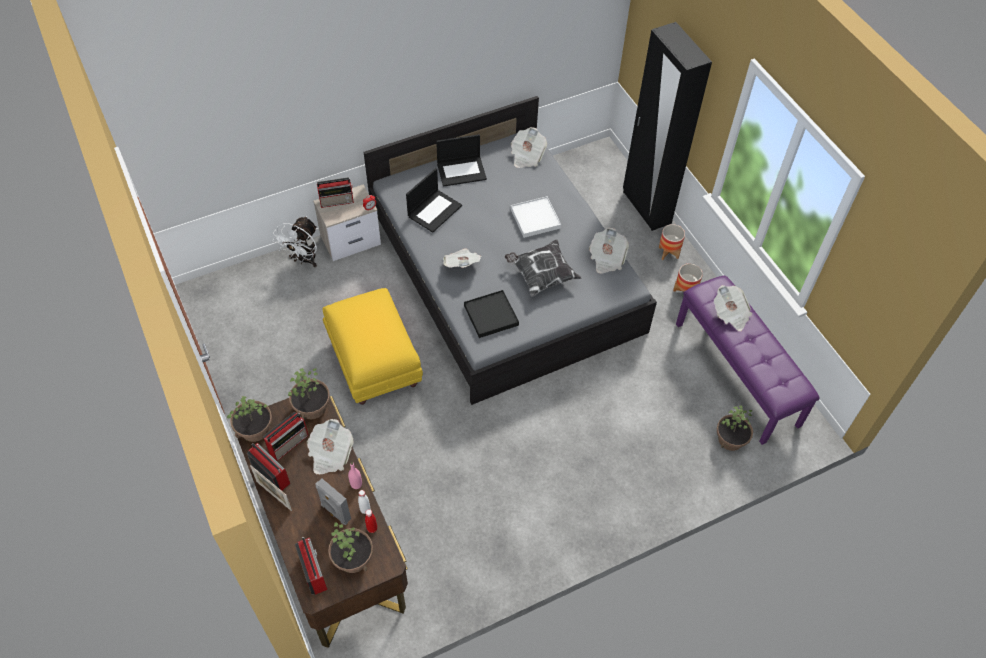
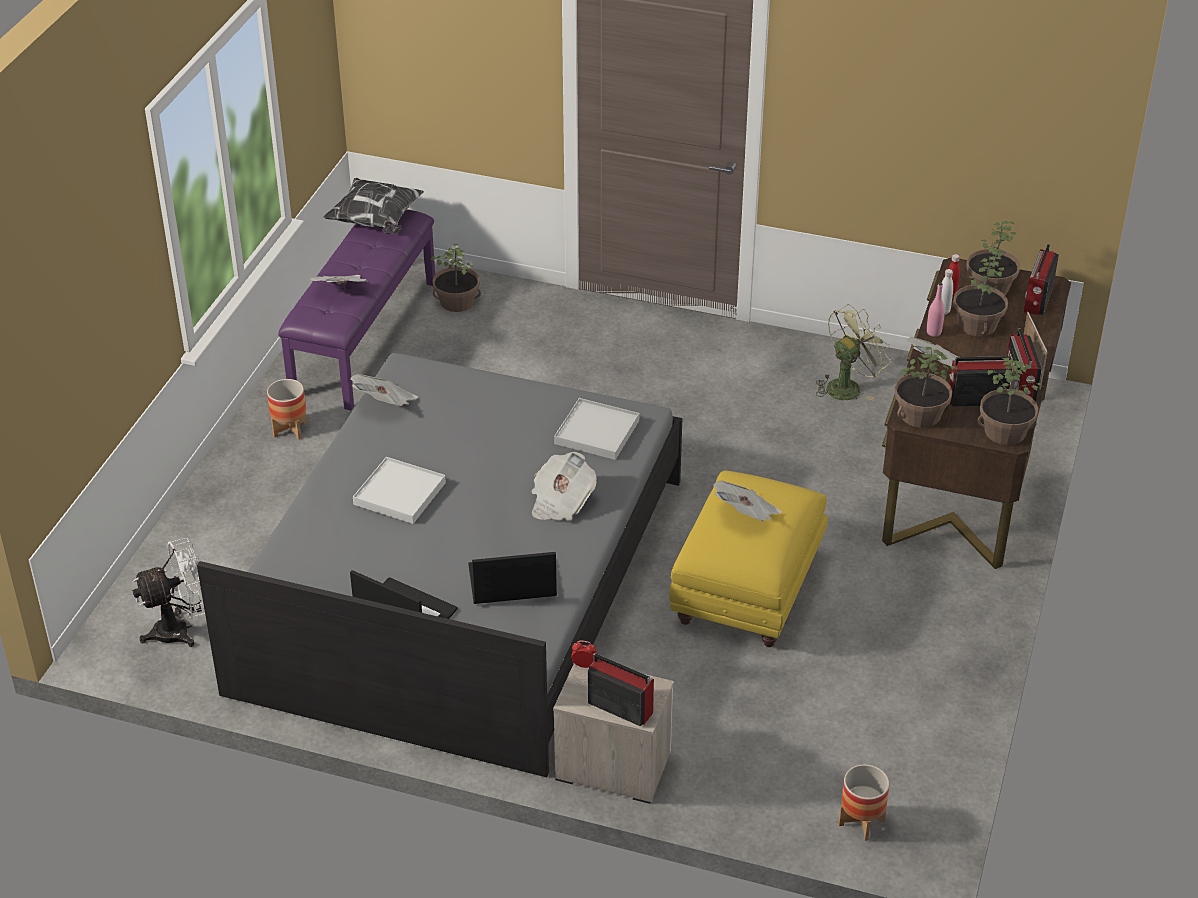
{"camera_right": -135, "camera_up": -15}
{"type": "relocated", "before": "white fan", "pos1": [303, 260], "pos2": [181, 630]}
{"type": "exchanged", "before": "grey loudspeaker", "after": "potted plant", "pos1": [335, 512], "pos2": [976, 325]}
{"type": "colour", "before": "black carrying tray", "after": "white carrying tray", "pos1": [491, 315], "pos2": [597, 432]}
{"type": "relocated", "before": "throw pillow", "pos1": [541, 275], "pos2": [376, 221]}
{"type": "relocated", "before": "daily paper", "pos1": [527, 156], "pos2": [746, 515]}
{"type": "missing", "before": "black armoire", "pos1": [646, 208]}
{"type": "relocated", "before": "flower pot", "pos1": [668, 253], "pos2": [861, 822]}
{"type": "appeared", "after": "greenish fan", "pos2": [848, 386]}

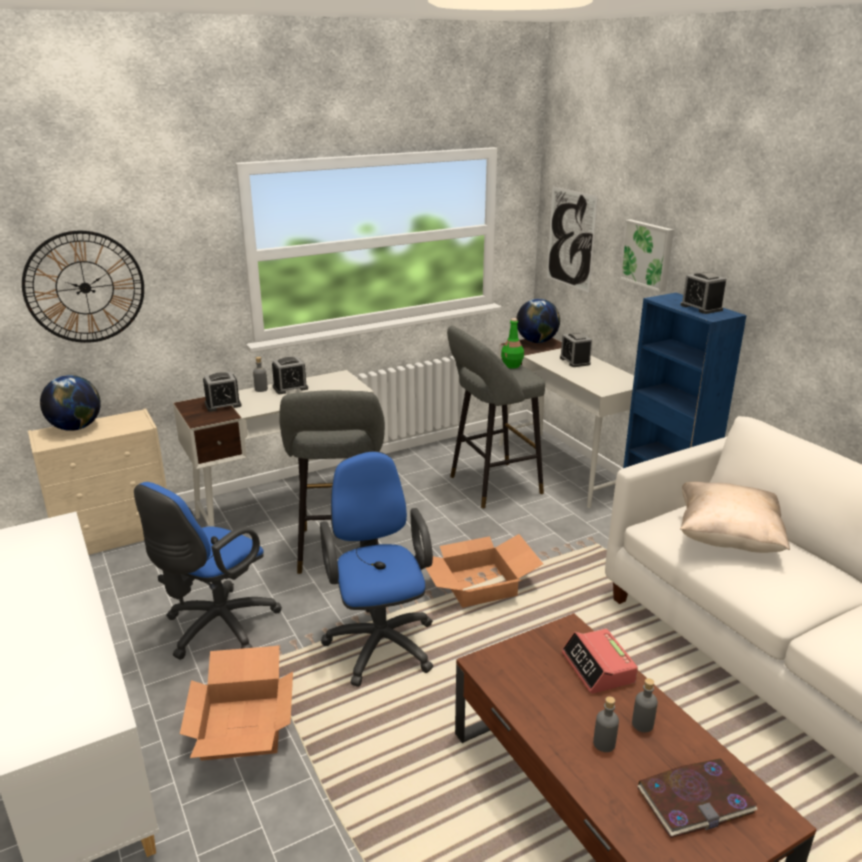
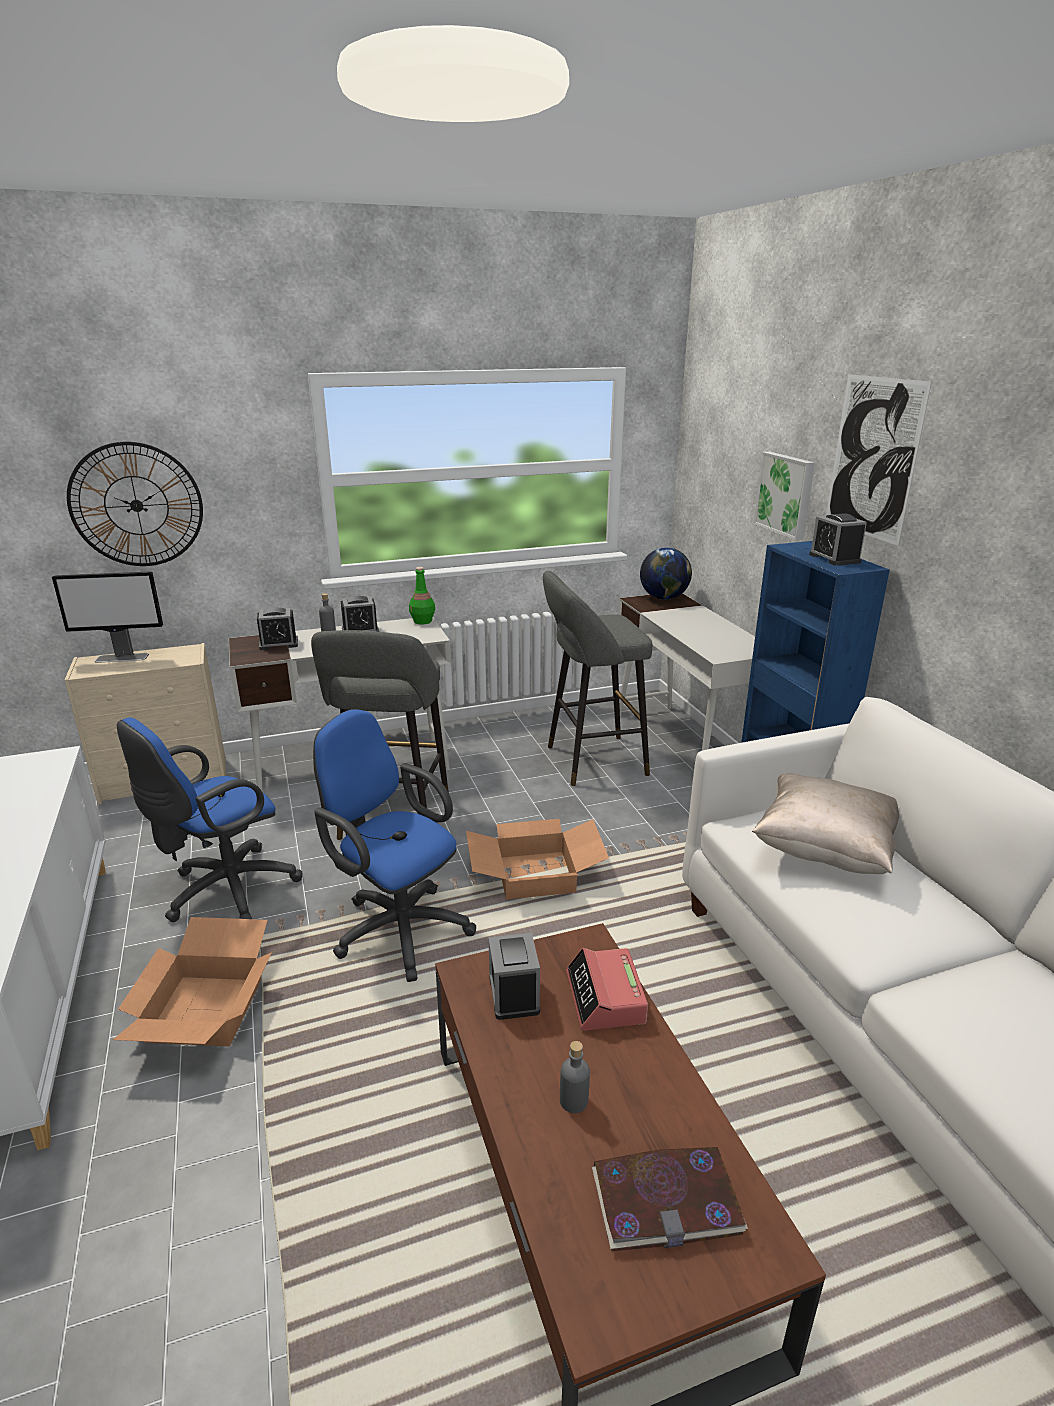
{"camera_right": 10, "camera_up": 0}
{"type": "exchanged", "before": "world globe", "after": "monitor", "pos1": [76, 428], "pos2": [122, 658]}
{"type": "spun", "before": "blue office chair", "pos1": [380, 640], "pos2": [397, 927], "turn": -45}
{"type": "relocated", "before": "greenish beverage bottle", "pos1": [512, 365], "pos2": [423, 621]}
{"type": "relocated", "before": "picture", "pos1": [570, 239], "pos2": [873, 458]}
{"type": "relocated", "before": "bedside clock", "pos1": [575, 361], "pos2": [514, 994]}
{"type": "missing", "before": "grey beverage bottle", "pos1": [642, 724]}

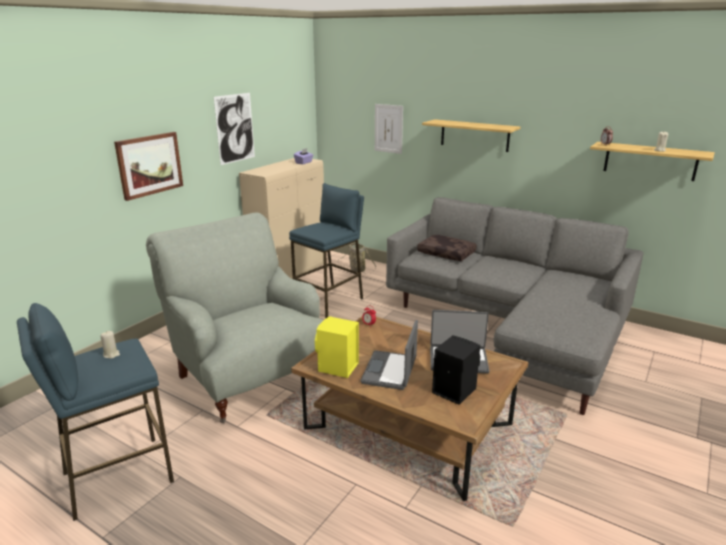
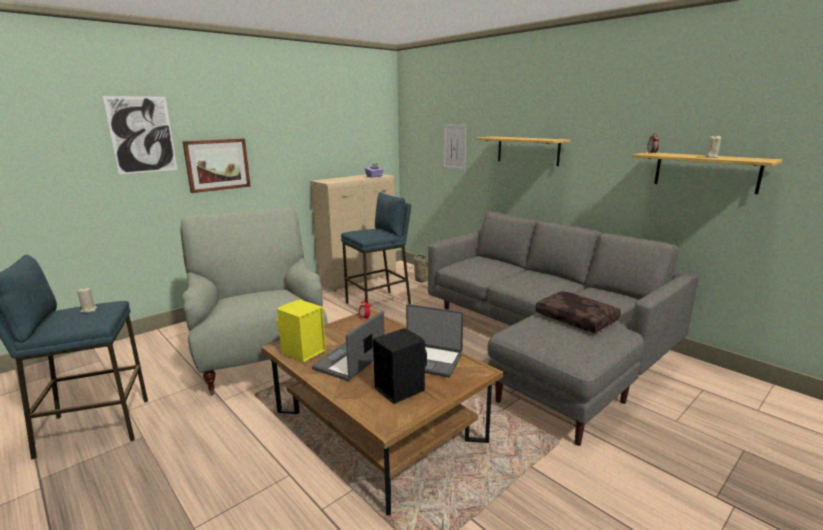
{"camera_right": 15, "camera_up": -5}
{"type": "relocated", "before": "picture", "pos1": [235, 128], "pos2": [142, 135]}
{"type": "relocated", "before": "brown-coloured throw pillow", "pos1": [447, 253], "pos2": [577, 319]}

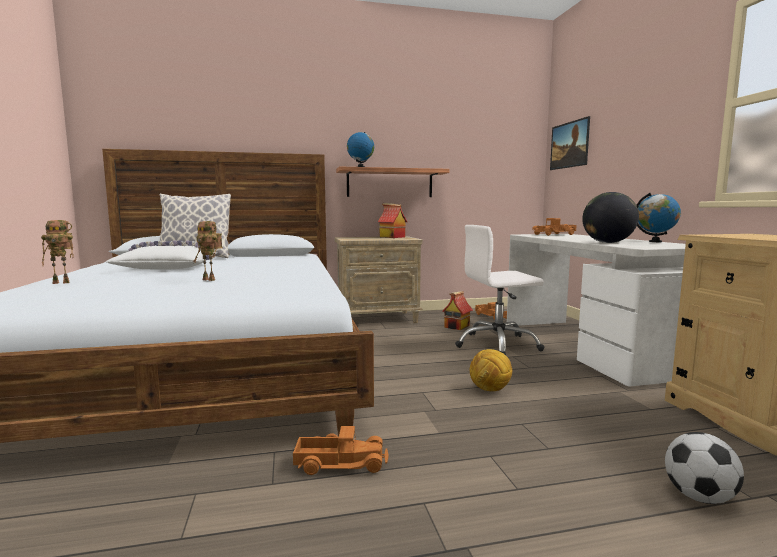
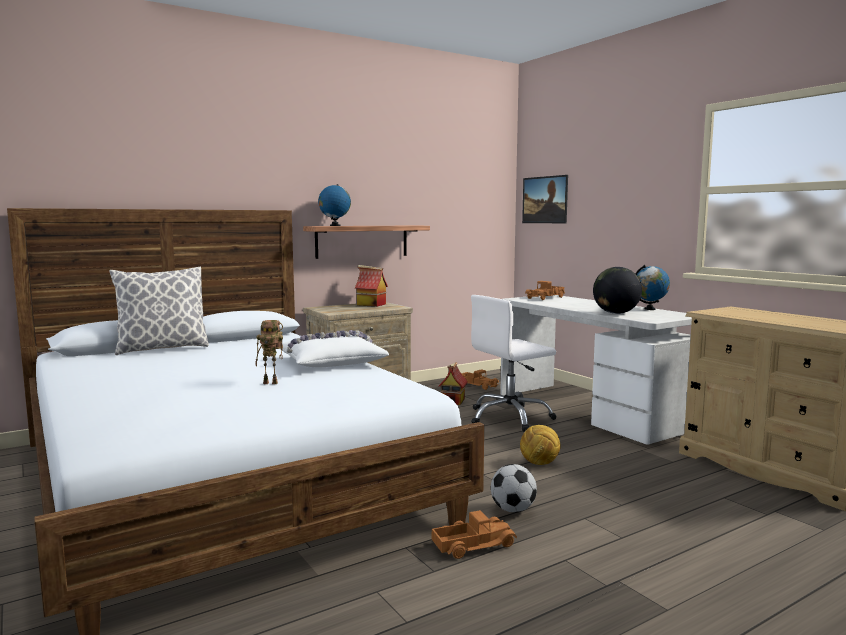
{"camera_right": -20, "camera_up": 0}
{"type": "missing", "before": "robot figure", "pos1": [63, 282]}
{"type": "relocated", "before": "white throw pillow", "pos1": [169, 267], "pos2": [331, 362]}
{"type": "relocated", "before": "football", "pos1": [699, 497], "pos2": [513, 510]}

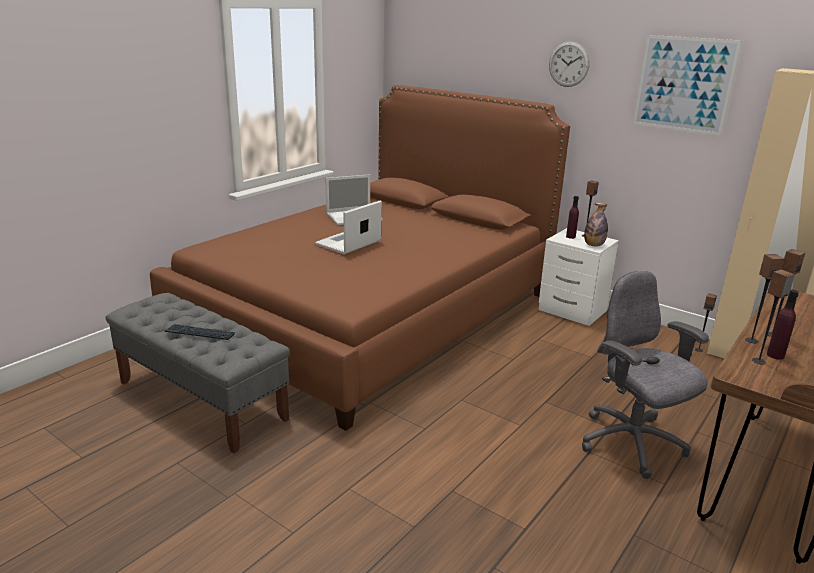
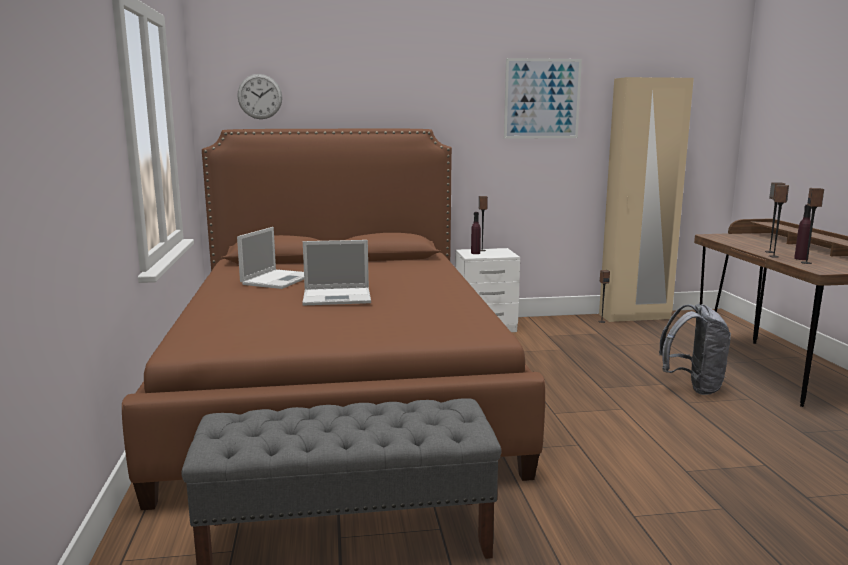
{"camera_right": -45, "camera_up": -10}
{"type": "missing", "before": "computer keyboard", "pos1": [200, 333]}
{"type": "spun", "before": "laptop", "pos1": [347, 243], "pos2": [338, 297], "turn": -90}
{"type": "relocated", "before": "clock on the wall", "pos1": [568, 64], "pos2": [260, 96]}
{"type": "exchanged", "before": "grey office chair", "after": "grey knapsack", "pos1": [632, 444], "pos2": [693, 387]}
{"type": "missing", "before": "beverage bottle", "pos1": [593, 245]}

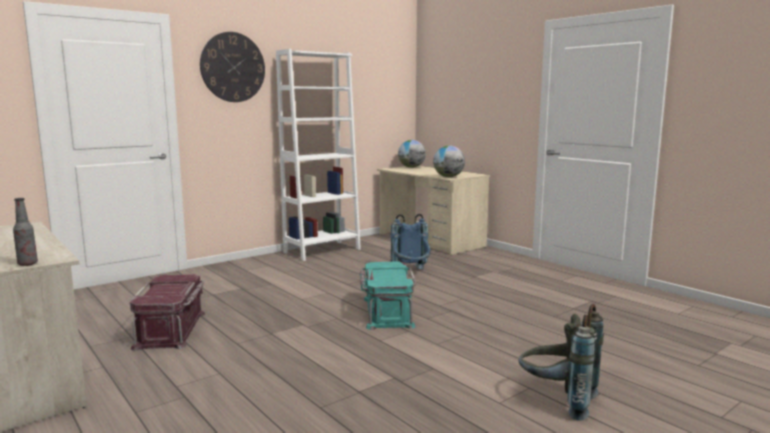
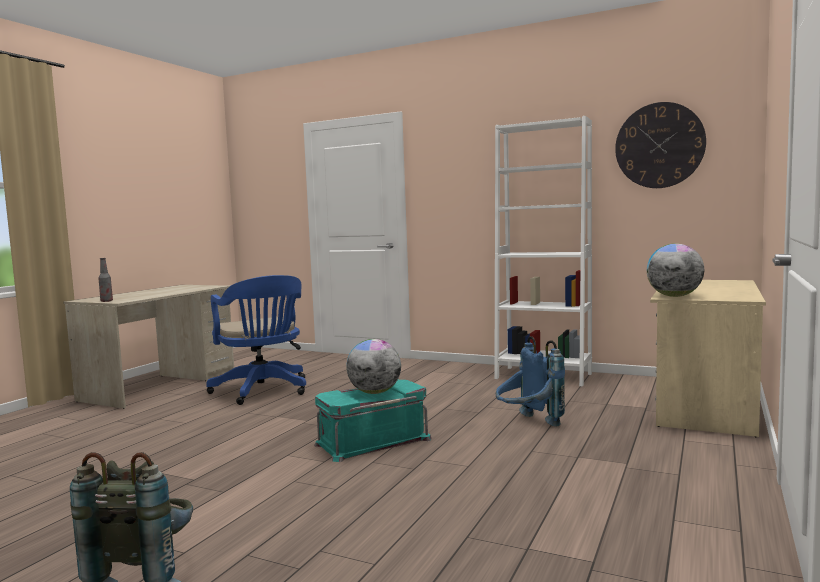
{"camera_right": 65, "camera_up": -5}
{"type": "exchanged", "before": "red-coloured storage box", "after": "blue office chair", "pos1": [172, 330], "pos2": [263, 391]}
{"type": "relocated", "before": "clock on the wall", "pos1": [233, 67], "pos2": [659, 145]}
{"type": "relocated", "before": "world globe", "pos1": [411, 167], "pos2": [374, 392]}

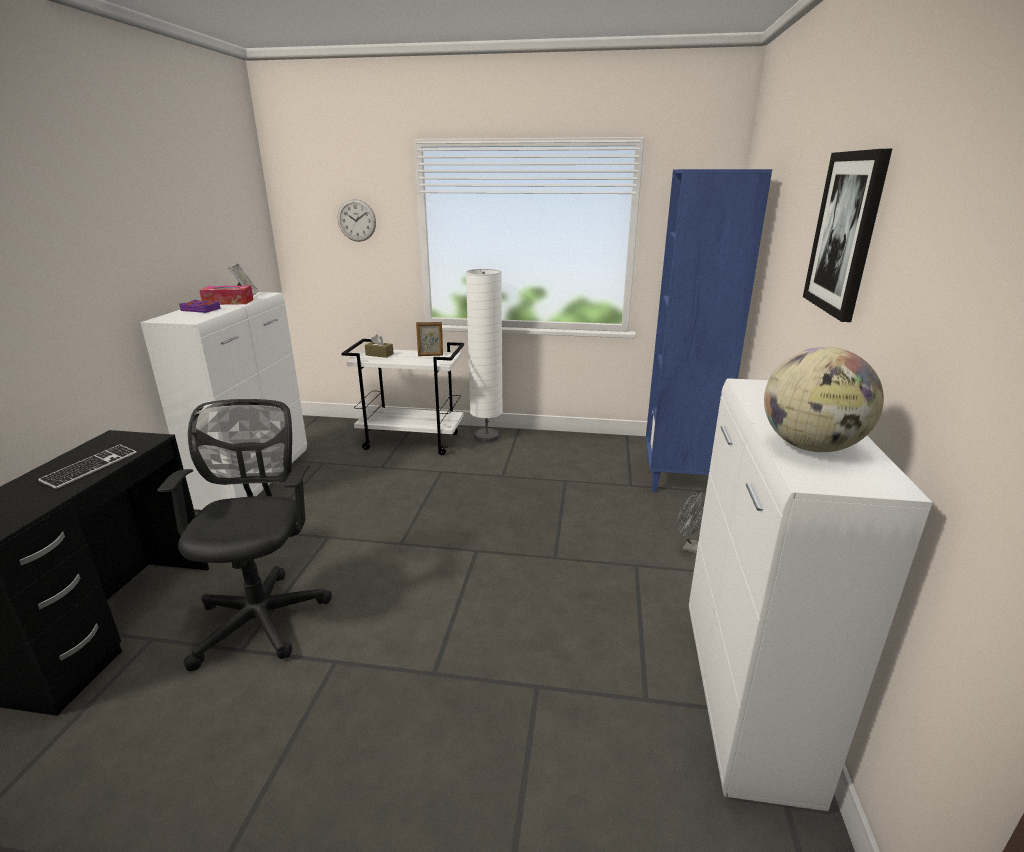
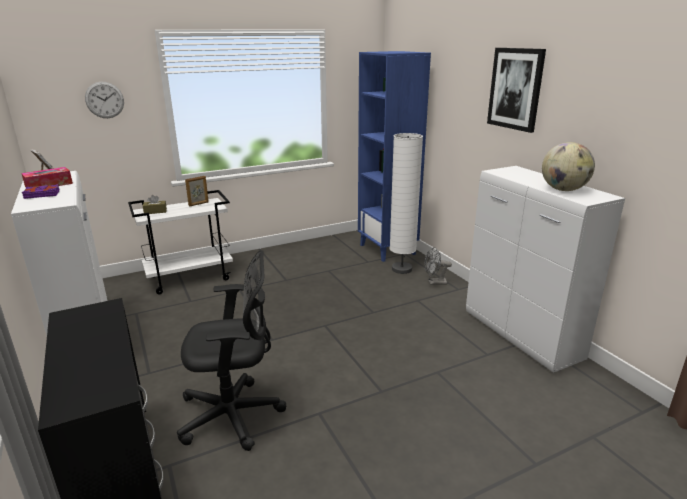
{"camera_right": -35, "camera_up": 0}
{"type": "missing", "before": "computer keyboard", "pos1": [91, 468]}
{"type": "spun", "before": "black office chair", "pos1": [263, 616], "pos2": [235, 415], "turn": 120}
{"type": "relocated", "before": "white standing lamp", "pos1": [486, 437], "pos2": [402, 269]}

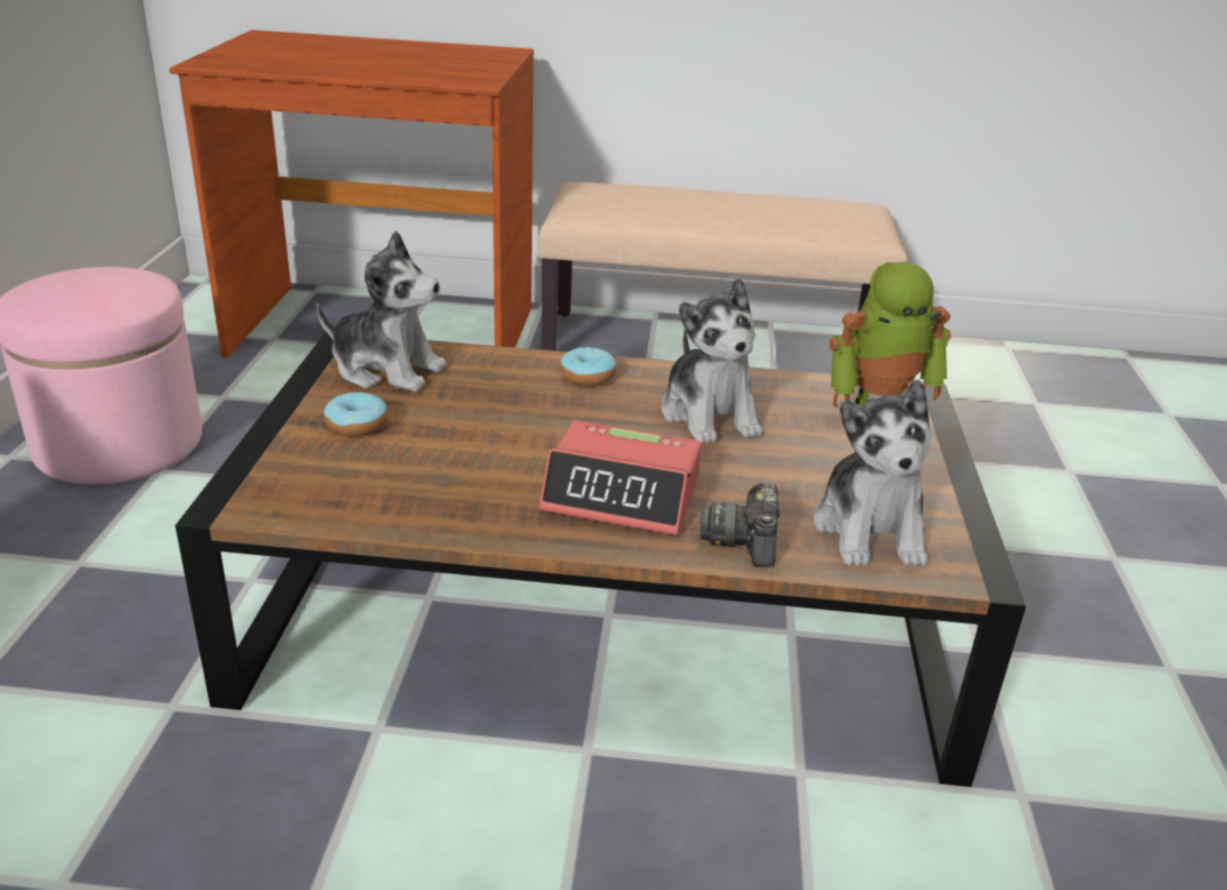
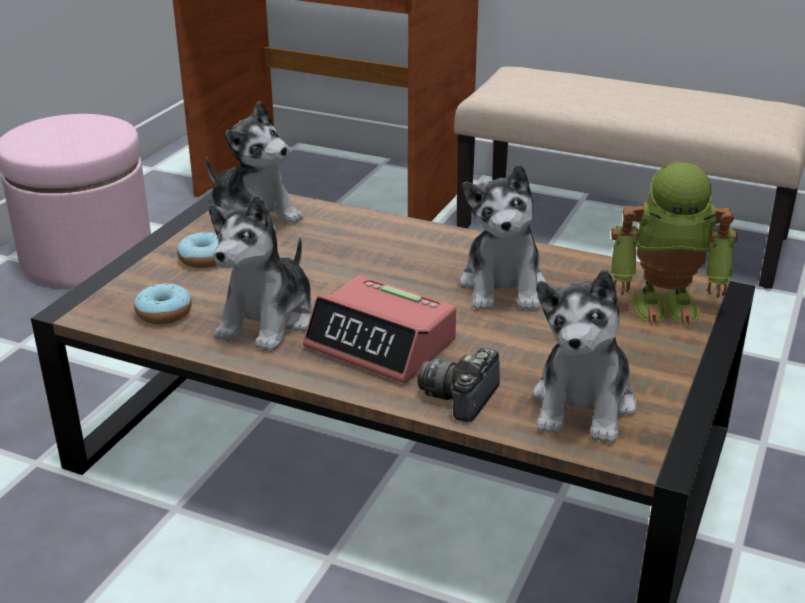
{"camera_right": 20, "camera_up": 0}
{"type": "relocated", "before": "doughnut", "pos1": [587, 376], "pos2": [164, 313]}
{"type": "appeared", "after": "plush toy", "pos2": [268, 321]}

